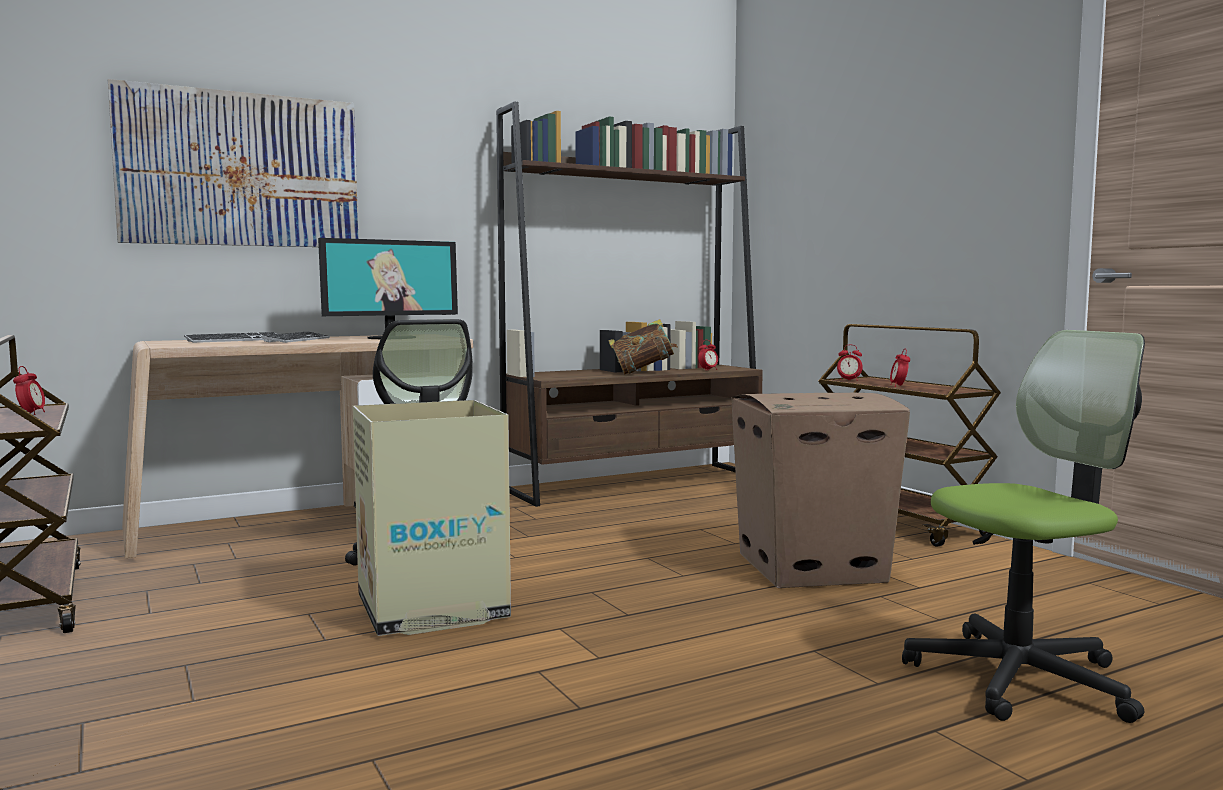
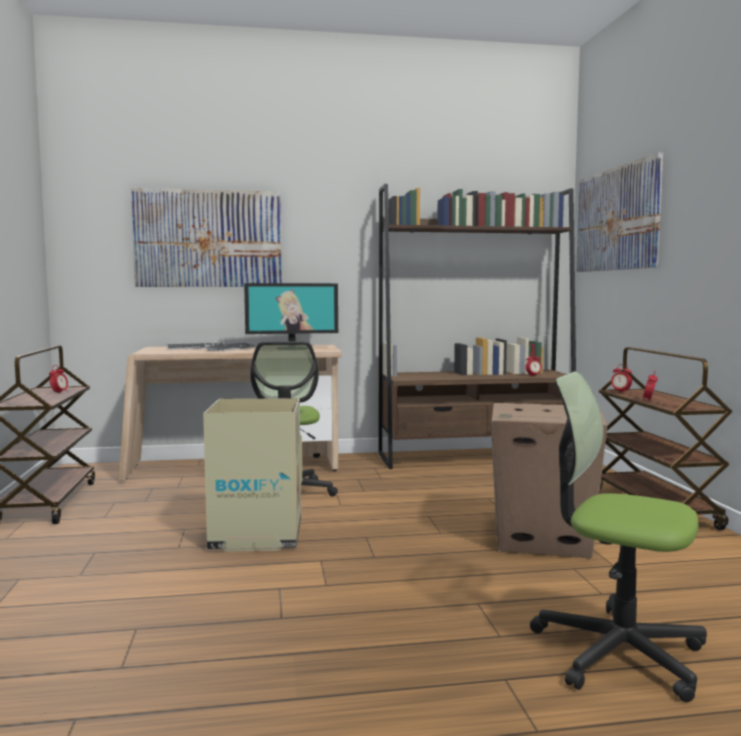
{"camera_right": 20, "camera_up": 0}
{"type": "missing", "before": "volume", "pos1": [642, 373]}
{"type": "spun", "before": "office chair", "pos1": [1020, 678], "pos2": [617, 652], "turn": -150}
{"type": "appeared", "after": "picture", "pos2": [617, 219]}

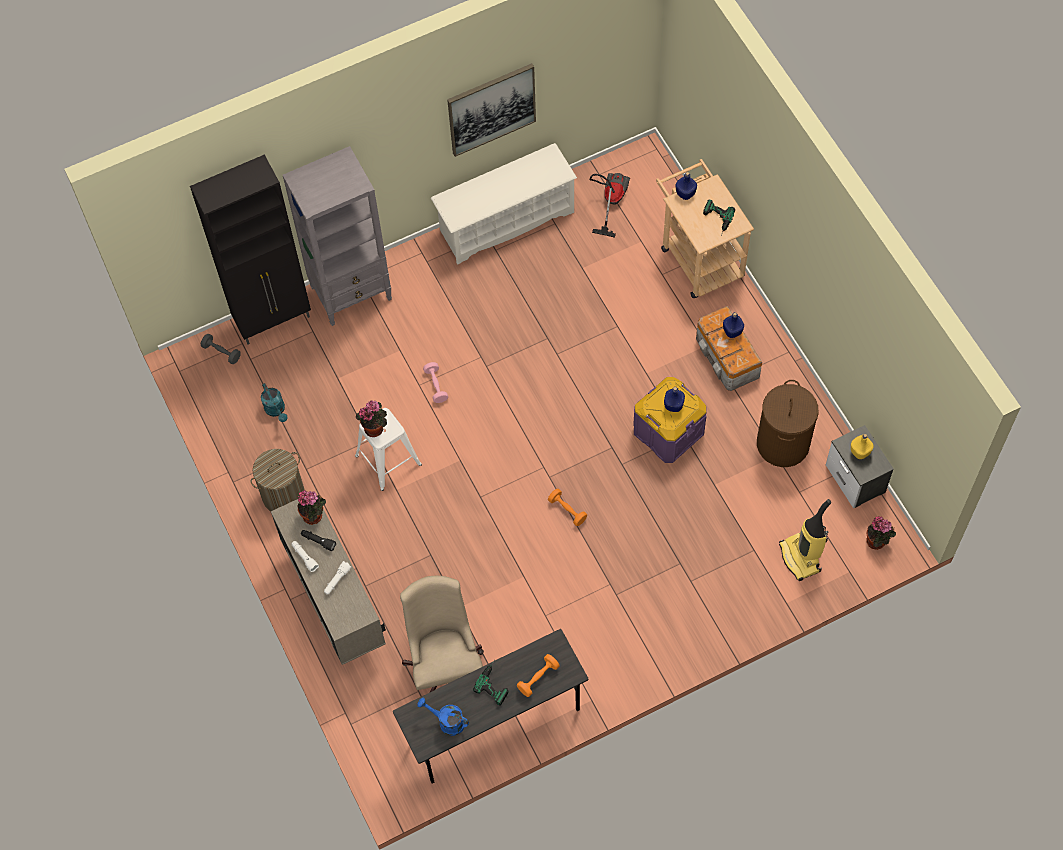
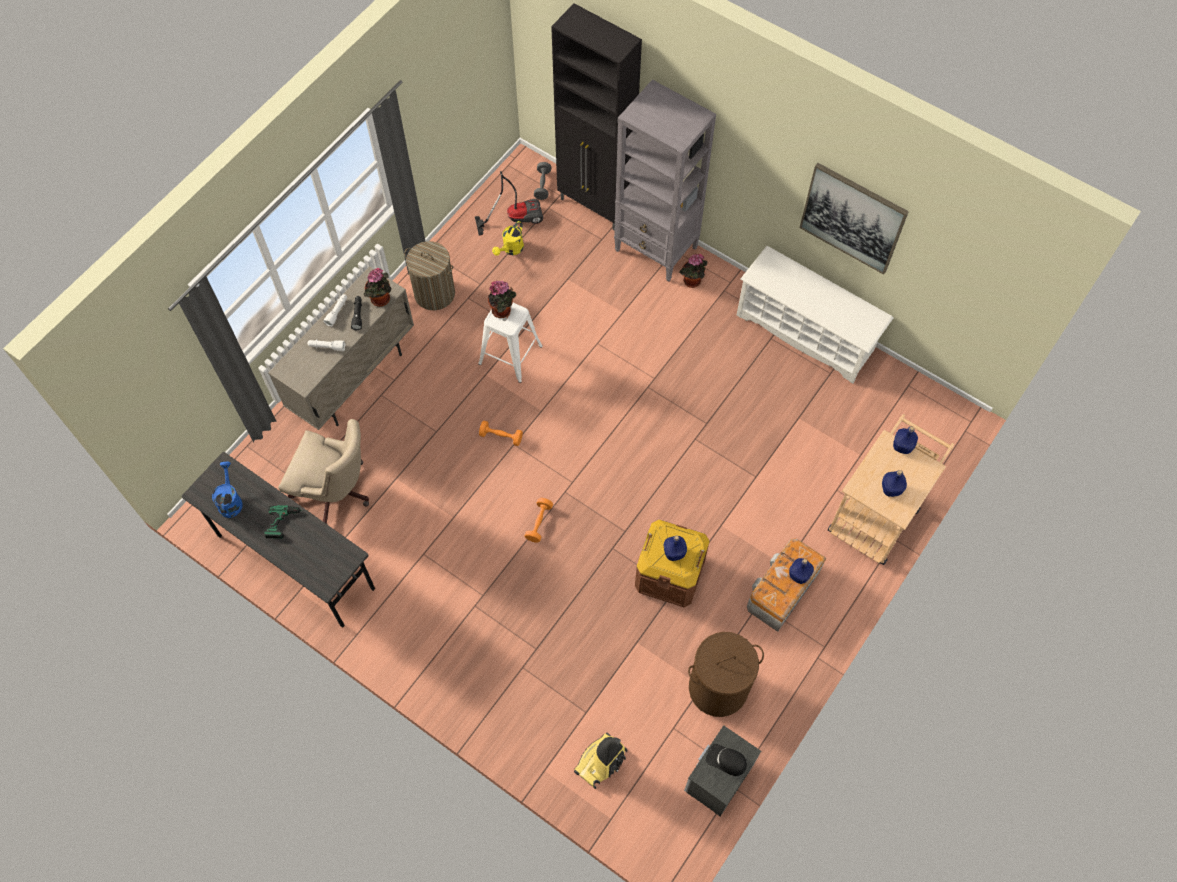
{"camera_right": 60, "camera_up": 0}
{"type": "colour", "before": "turquoise sprinkling can", "after": "yellow sprinkling can", "pos1": [276, 410], "pos2": [511, 250]}
{"type": "spun", "before": "sand-coloured office chair", "pos1": [444, 663], "pos2": [337, 492], "turn": 60}
{"type": "missing", "before": "pinkish dumbbell", "pos1": [436, 386]}
{"type": "relocated", "before": "orange-coloured dumbbell", "pos1": [538, 678], "pos2": [501, 436]}
{"type": "relocated", "before": "vacuum cleaner", "pos1": [610, 201], "pos2": [515, 217]}
{"type": "colour", "before": "purple-coloured storage box", "after": "brown-coloured storage box", "pos1": [668, 432], "pos2": [669, 573]}
{"type": "exchanged", "before": "electric drill", "after": "blue beverage bottle", "pos1": [716, 220], "pos2": [891, 488]}
{"type": "exchanged", "before": "yellow beverage bottle", "after": "black peaked cap", "pos1": [860, 452], "pos2": [726, 760]}
{"type": "relocated", "before": "potted plant", "pos1": [877, 542], "pos2": [692, 282]}

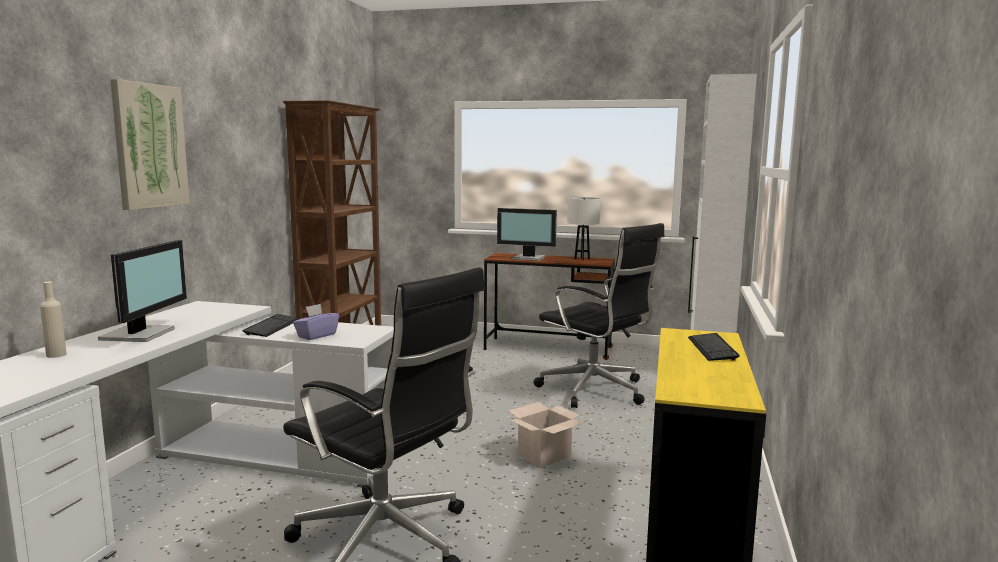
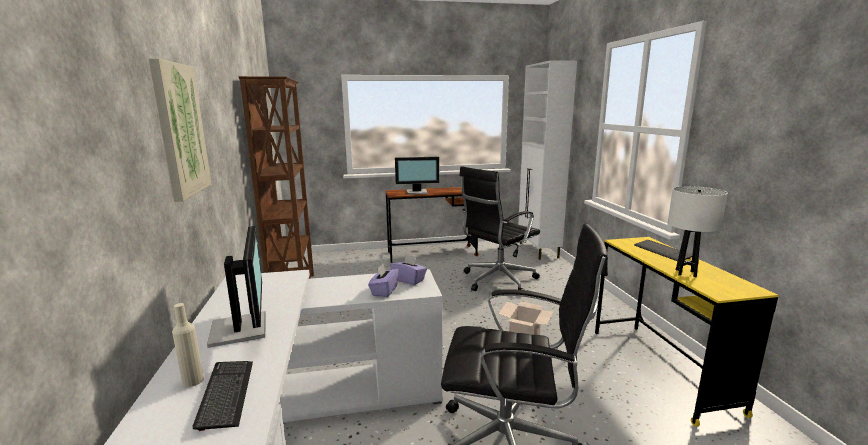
{"camera_right": -25, "camera_up": 5}
{"type": "relocated", "before": "computer keyboard", "pos1": [272, 327], "pos2": [226, 394]}
{"type": "spun", "before": "black office chair", "pos1": [595, 391], "pos2": [497, 281], "turn": 120}
{"type": "relocated", "before": "white table lamp", "pos1": [582, 259], "pos2": [685, 273]}
{"type": "appeared", "after": "purple-coloured tissue box", "pos2": [409, 280]}

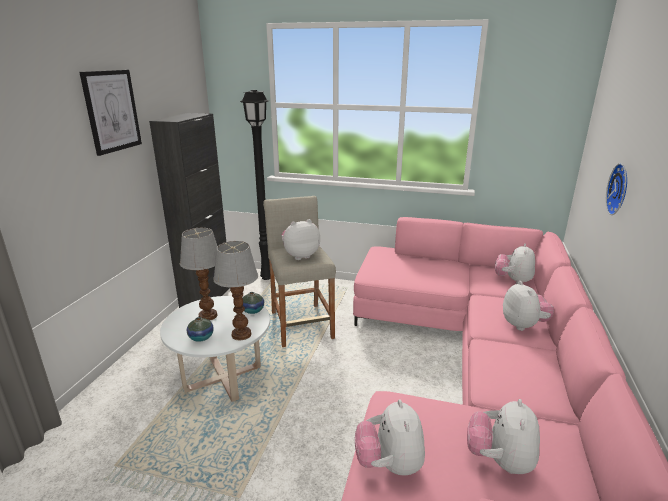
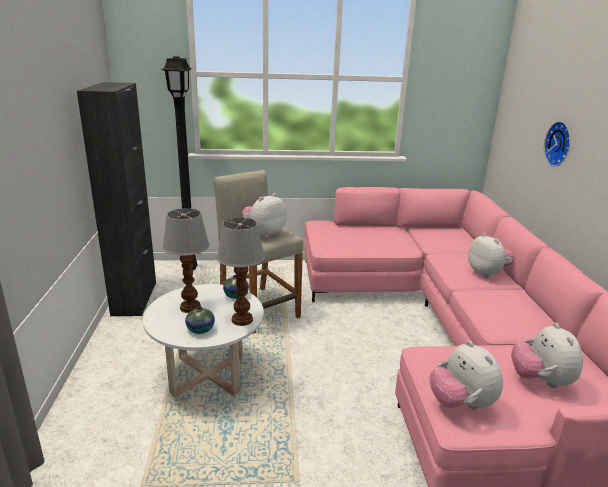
{"camera_right": -20, "camera_up": 0}
{"type": "missing", "before": "picture", "pos1": [112, 111]}
{"type": "missing", "before": "plush toy", "pos1": [513, 280]}

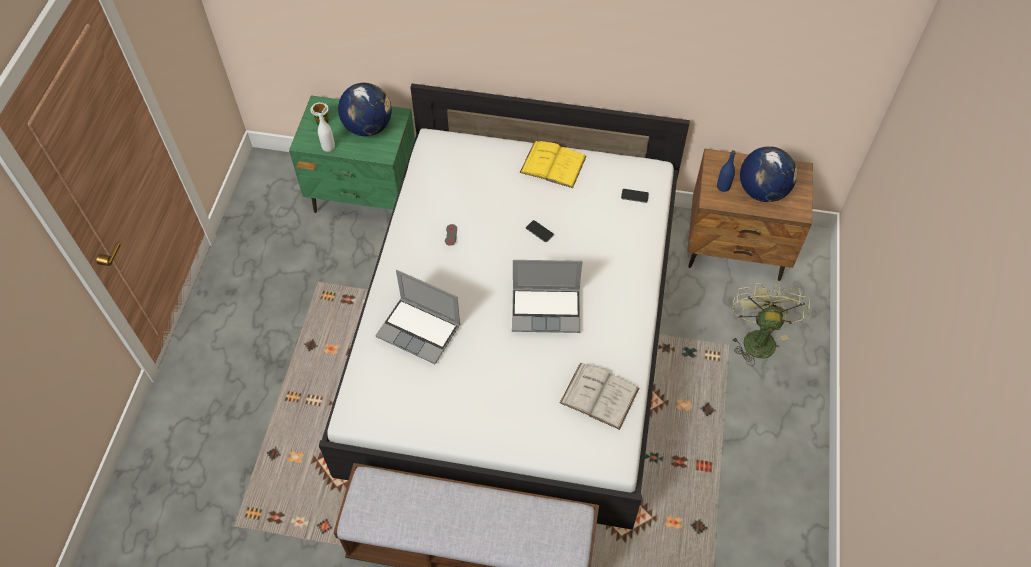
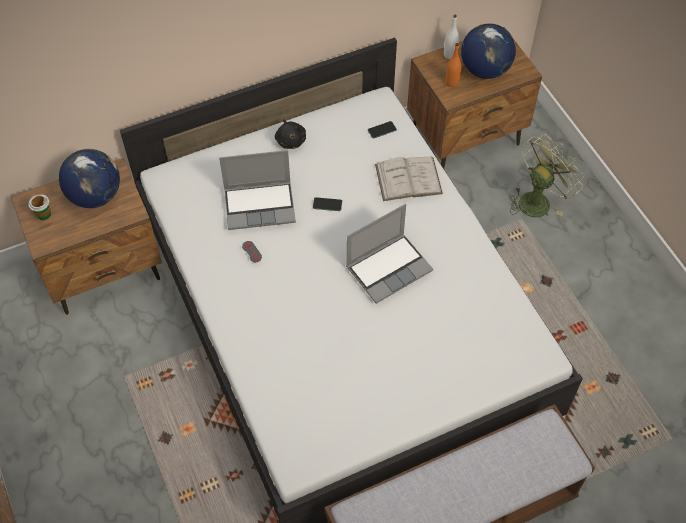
{"camera_right": -35, "camera_up": 0}
{"type": "colour", "before": "greenish bedside table", "after": "brown-coloured bedside table", "pos1": [365, 195], "pos2": [104, 270]}
{"type": "relocated", "before": "white beverage bottle", "pos1": [328, 147], "pos2": [450, 55]}
{"type": "relocated", "before": "laptop", "pos1": [420, 330], "pos2": [260, 205]}
{"type": "exchanged", "before": "yellow volume", "after": "black plush toy", "pos1": [553, 164], "pos2": [290, 140]}
{"type": "relocated", "before": "white volume", "pos1": [599, 395], "pos2": [408, 179]}
{"type": "colour", "before": "blue beverage bottle", "after": "orange-coloured beverage bottle", "pos1": [723, 187], "pos2": [452, 82]}
{"type": "spun", "before": "greenish fan", "pos1": [757, 337], "pos2": [538, 200], "turn": 75}

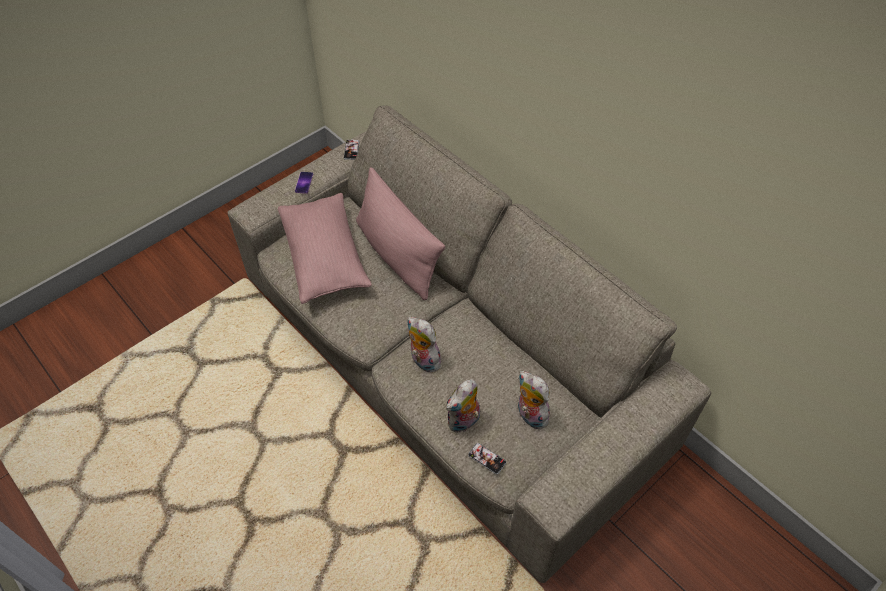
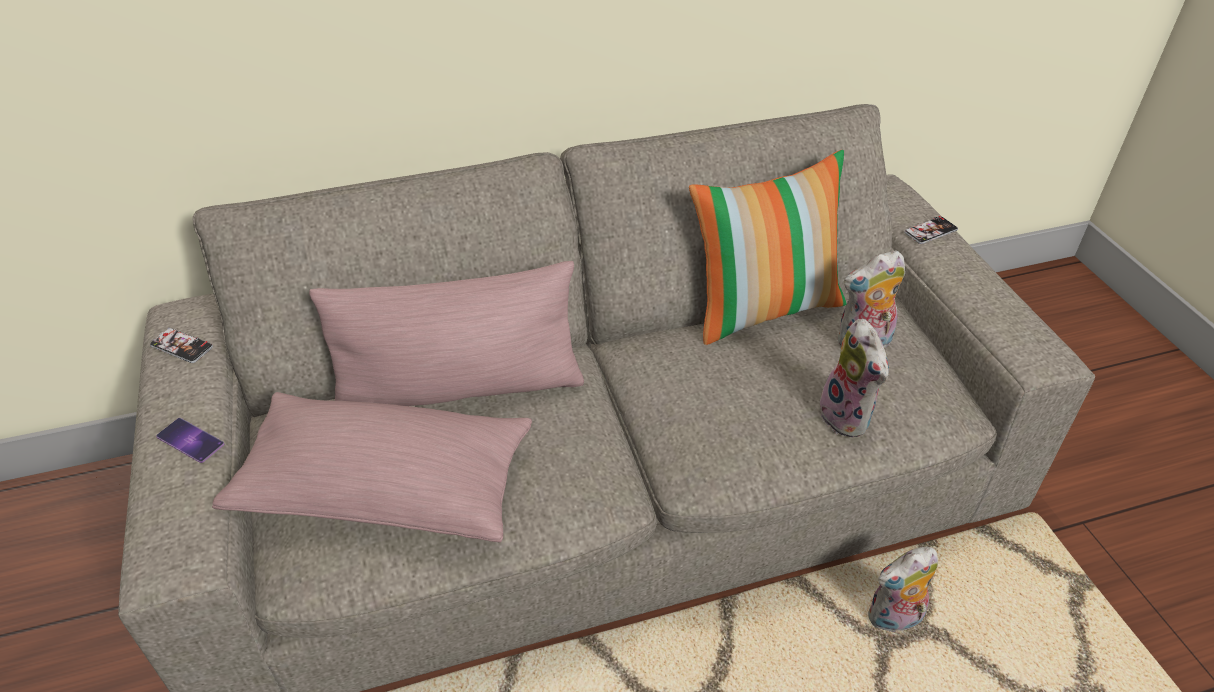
{"camera_right": -65, "camera_up": -10}
{"type": "relocated", "before": "plush toy", "pos1": [423, 360], "pos2": [894, 619]}
{"type": "relocated", "before": "telephone", "pos1": [487, 458], "pos2": [930, 231]}
{"type": "appeared", "after": "throw pillow", "pos2": [764, 308]}

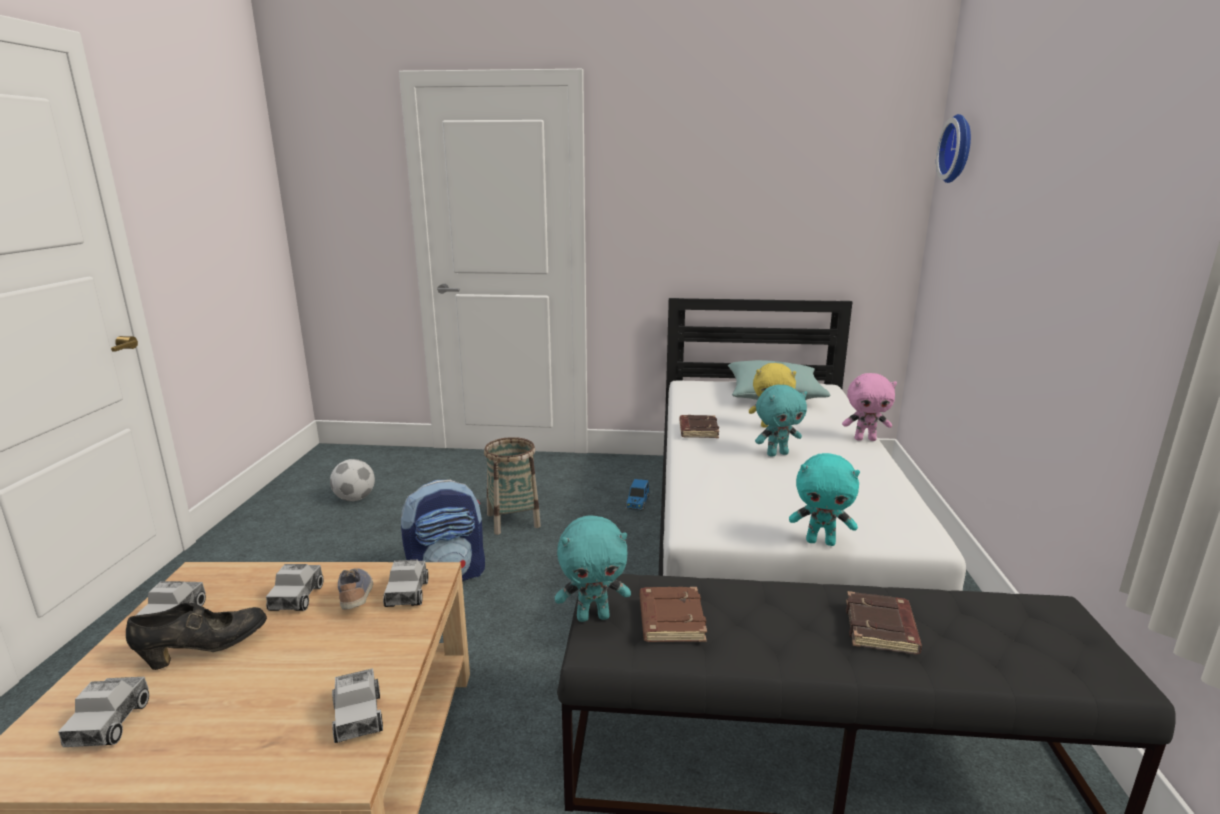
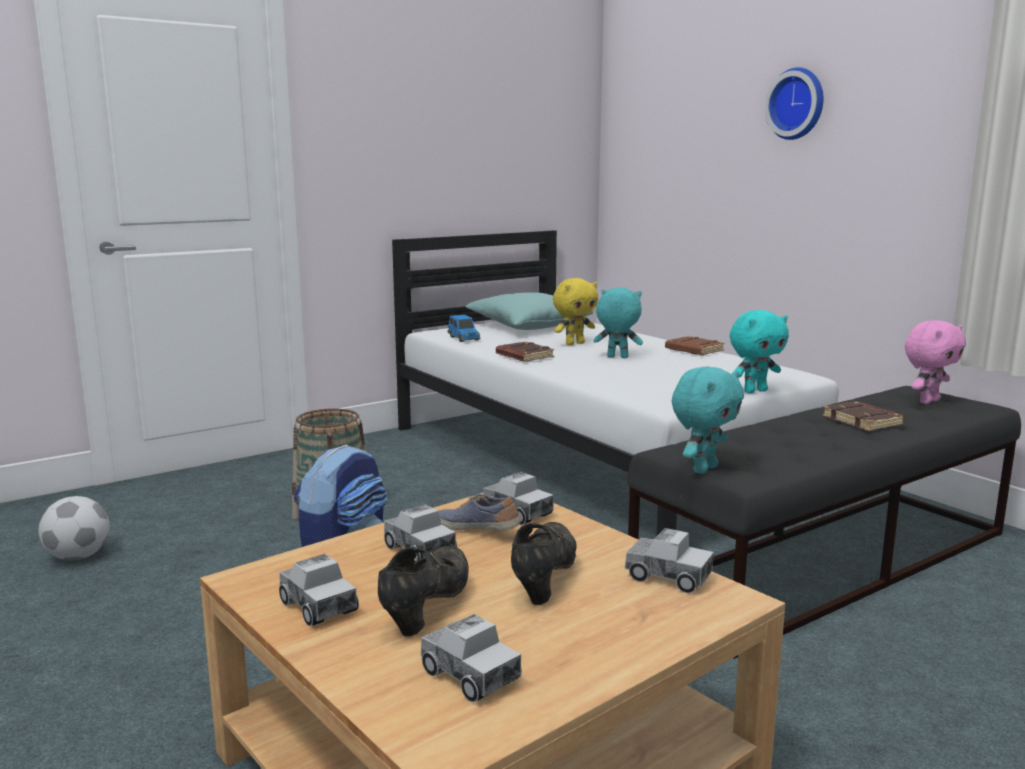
{"camera_right": -40, "camera_up": -5}
{"type": "relocated", "before": "miniature car", "pos1": [637, 503], "pos2": [464, 338]}
{"type": "relocated", "before": "brown-coloured volume", "pos1": [670, 619], "pos2": [693, 350]}
{"type": "spun", "before": "turquoise plush toy", "pos1": [777, 454], "pos2": [617, 357], "turn": -105}
{"type": "relocated", "before": "pinkish plush toy", "pos1": [865, 439], "pos2": [928, 401]}
{"type": "relocated", "before": "clock on the wall", "pos1": [959, 149], "pos2": [797, 104]}
{"type": "appeared", "after": "black low shoe", "pos2": [543, 579]}

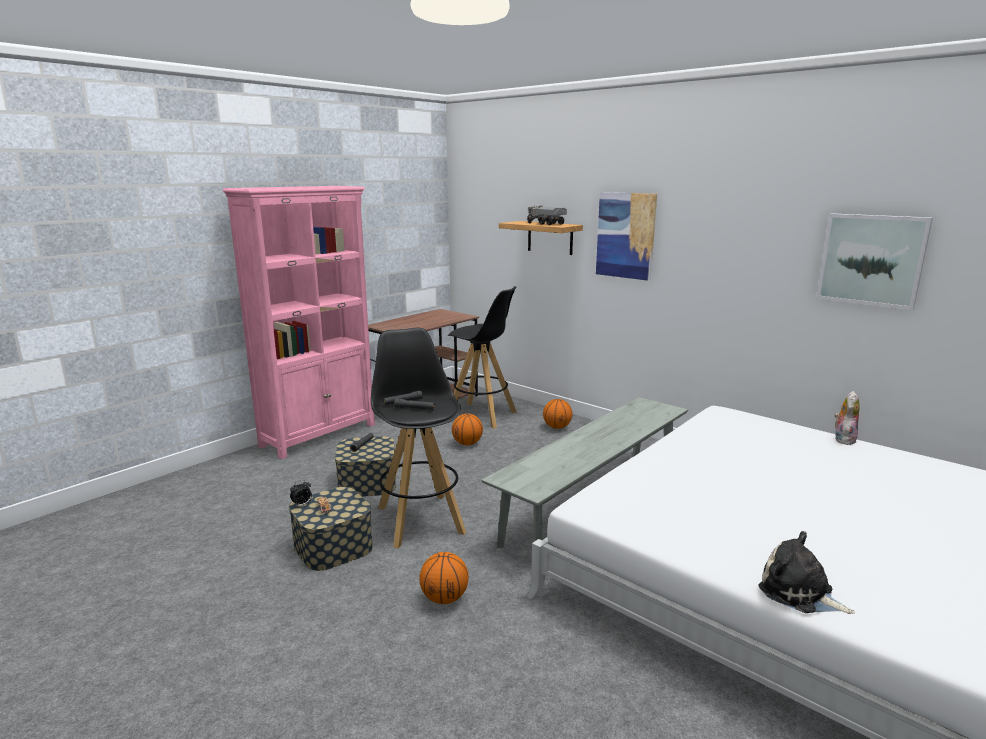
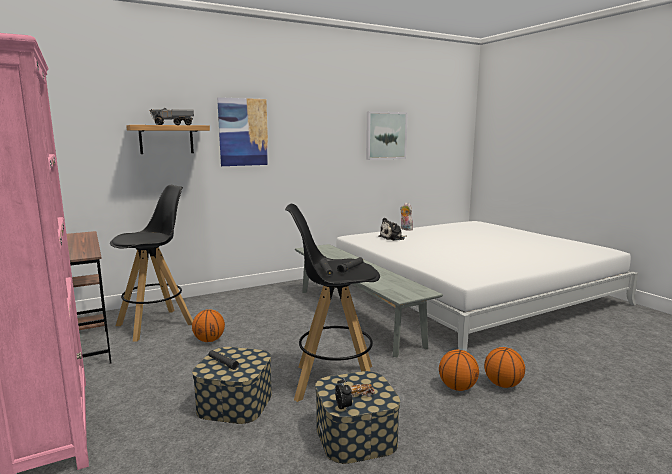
{"camera_right": -70, "camera_up": -5}
{"type": "relocated", "before": "ball for basketball", "pos1": [557, 427], "pos2": [502, 384]}
{"type": "relocated", "before": "plush toy", "pos1": [799, 593], "pos2": [393, 238]}

